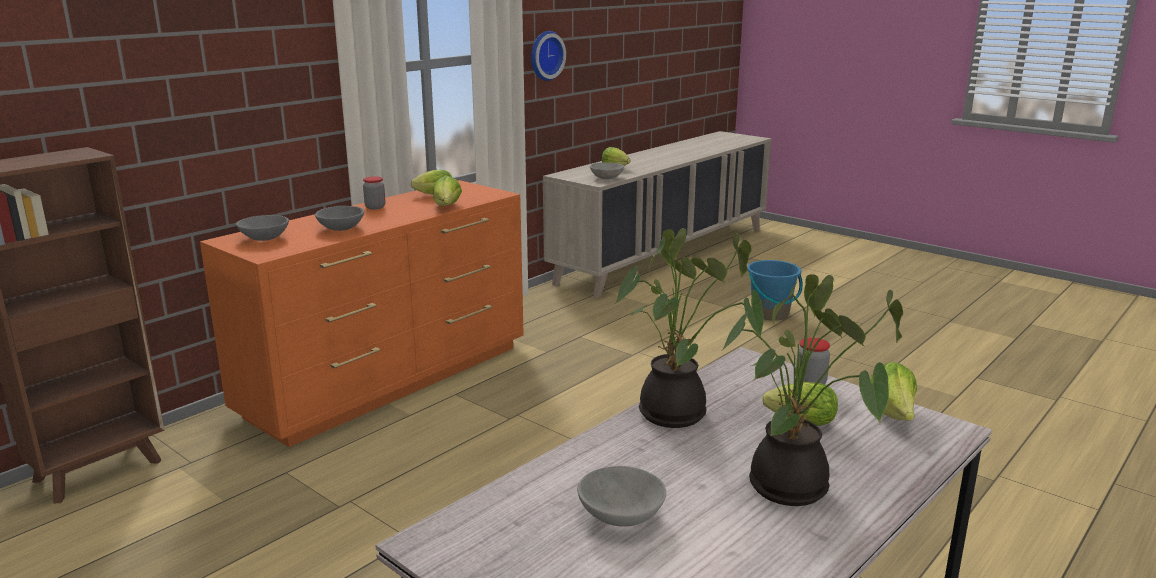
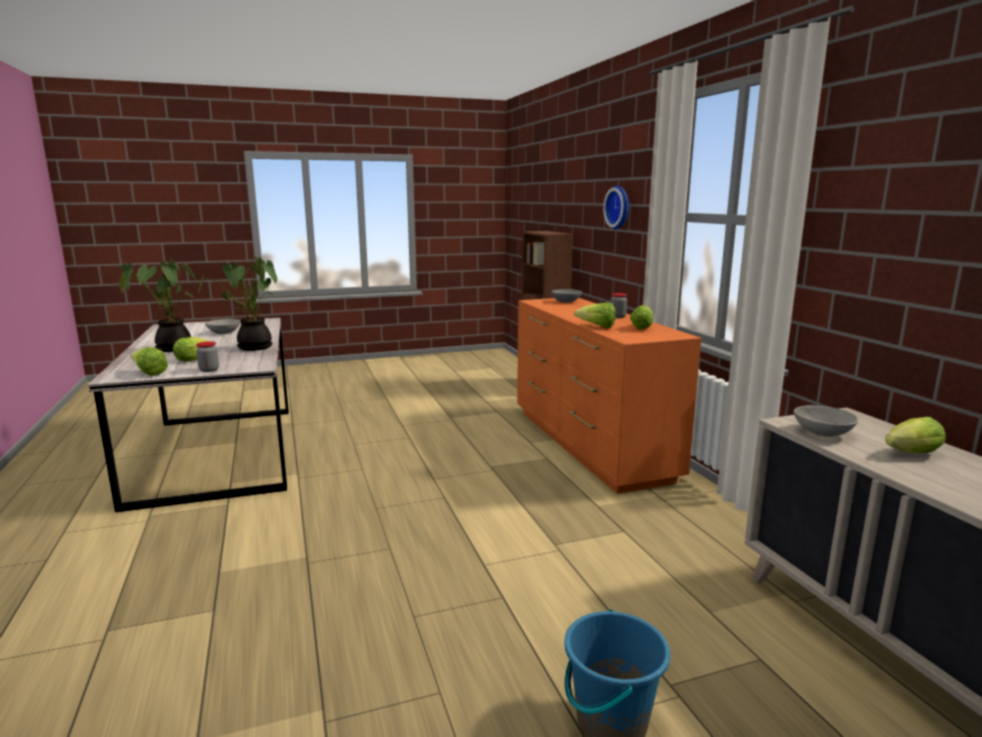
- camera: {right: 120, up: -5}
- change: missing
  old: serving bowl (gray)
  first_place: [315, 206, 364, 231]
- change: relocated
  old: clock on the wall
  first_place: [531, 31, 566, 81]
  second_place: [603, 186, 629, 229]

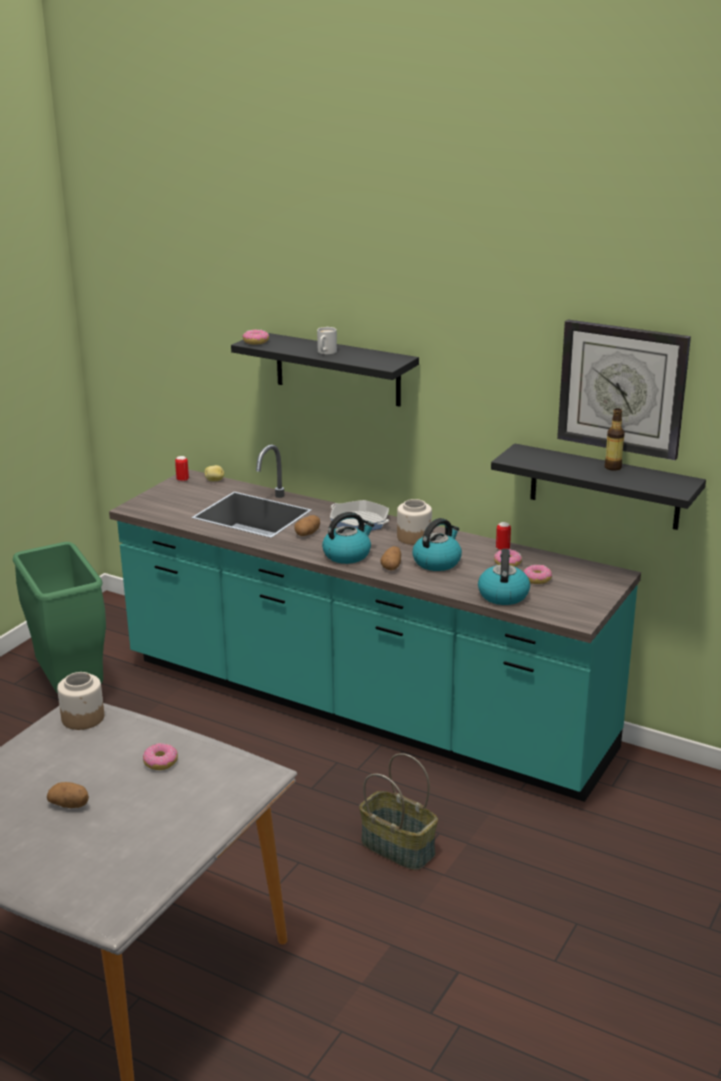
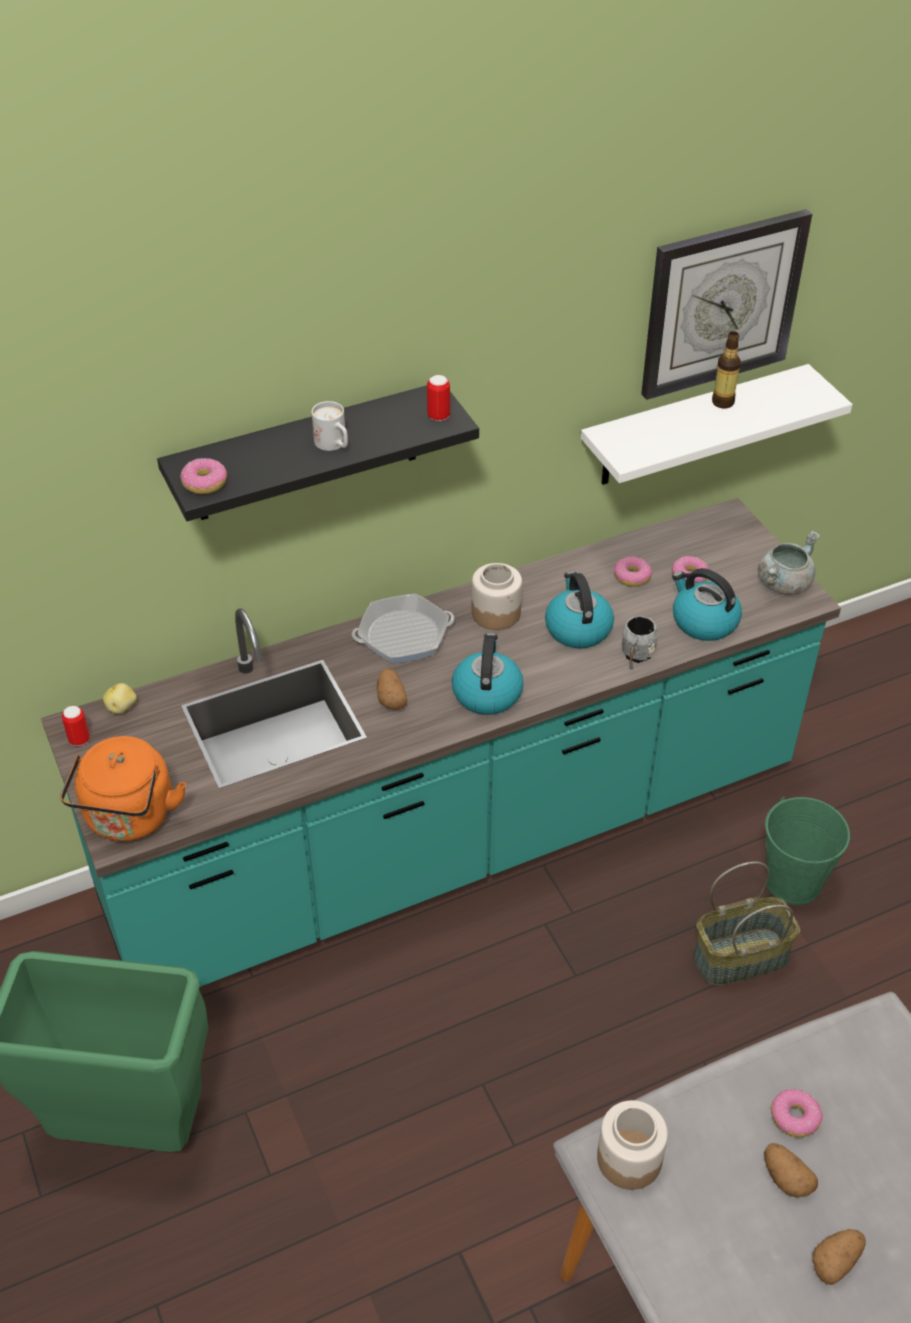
- camera: {right: -55, up: 20}
- change: relocated
  old: whole potato
  first_place: [381, 546, 401, 570]
  second_place: [764, 1143, 818, 1197]
- change: colour
  old: bracket shelf (blackish)
  new: bracket shelf (white-coloured)
  first_place: [491, 443, 706, 530]
  second_place: [581, 364, 853, 485]
- change: relocated
  old: metal can
  first_place: [496, 522, 511, 550]
  second_place: [427, 375, 450, 421]
- change: appeared
  new: tea kettle (orangey)
  second_place: [60, 736, 186, 841]
- change: appeared
  new: tea mug (gray)
  second_place: [621, 616, 658, 670]
- change: appeared
  new: saucepot (gray)
  second_place: [758, 530, 820, 596]
- change: appeared
  new: pail (green-coloured)
  second_place: [765, 797, 850, 905]

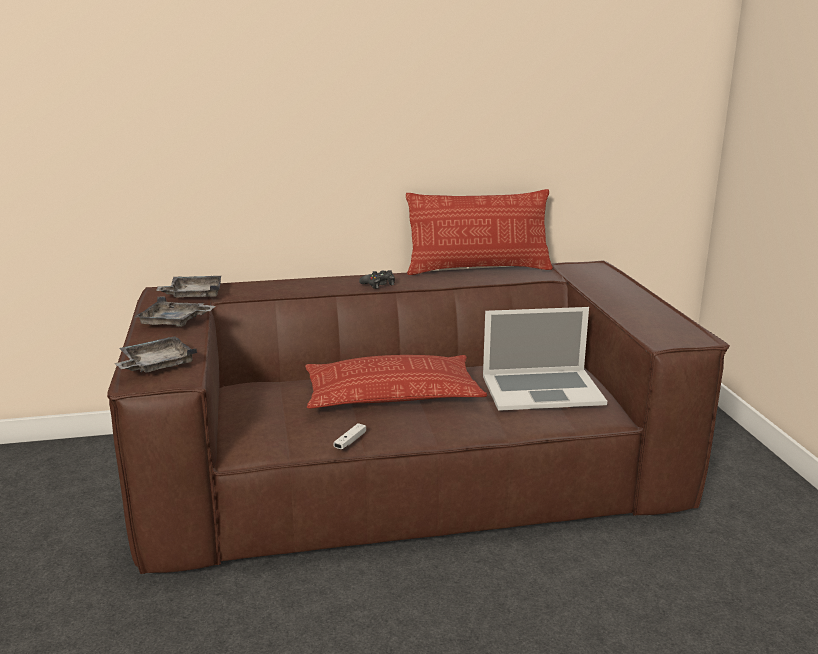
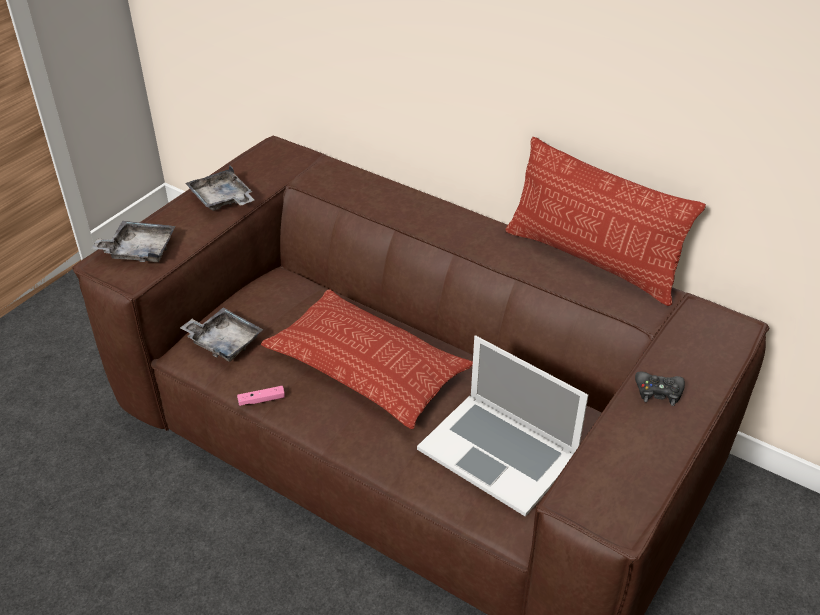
- camera: {right: 45, up: 20}
- change: relocated
  old: carrying tray (gray)
  first_place: [156, 276, 221, 297]
  second_place: [180, 308, 263, 362]
- change: colour
  old: game controller (white-coloured)
  new: game controller (pink)
  first_place: [334, 423, 366, 449]
  second_place: [237, 386, 285, 406]
- change: relocated
  old: game controller (blackish)
  first_place: [359, 270, 395, 289]
  second_place: [635, 372, 685, 406]

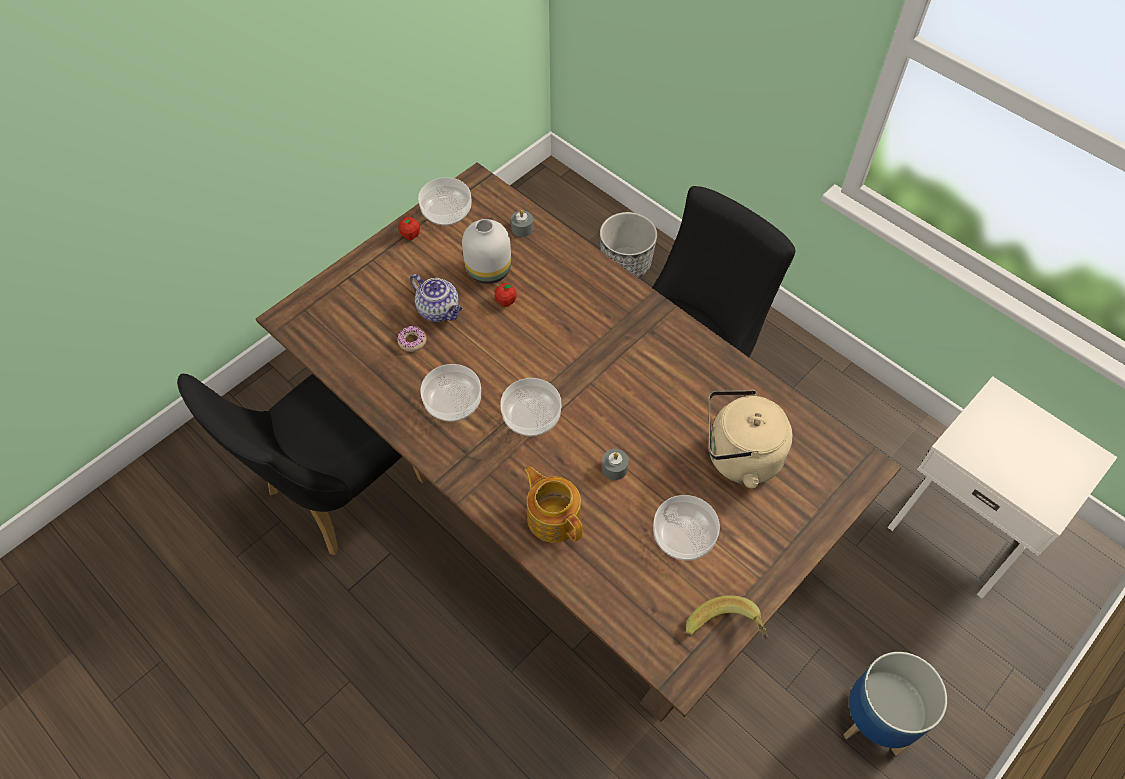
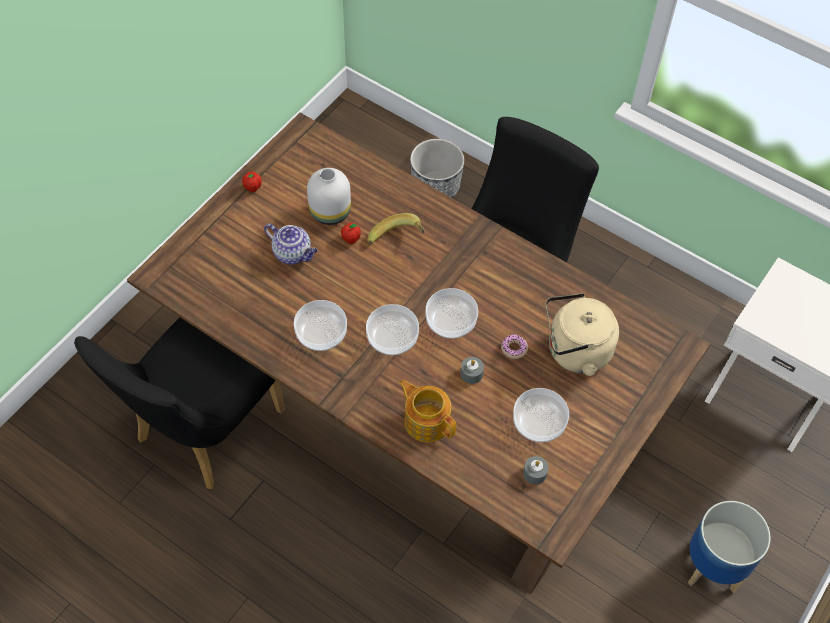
- camera: {right: -10, up: 0}
- change: relocated
  old: ring doughnut
  first_place: [397, 326, 427, 352]
  second_place: [501, 334, 528, 359]
- change: relocated
  old: serving bowl
  first_place: [418, 177, 471, 225]
  second_place: [426, 288, 478, 339]
- change: relocated
  old: wax candle (gray)
  first_place: [511, 210, 533, 237]
  second_place: [523, 456, 549, 485]
- change: relocated
  old: banana fruit
  first_place: [686, 595, 768, 640]
  second_place: [368, 213, 425, 244]

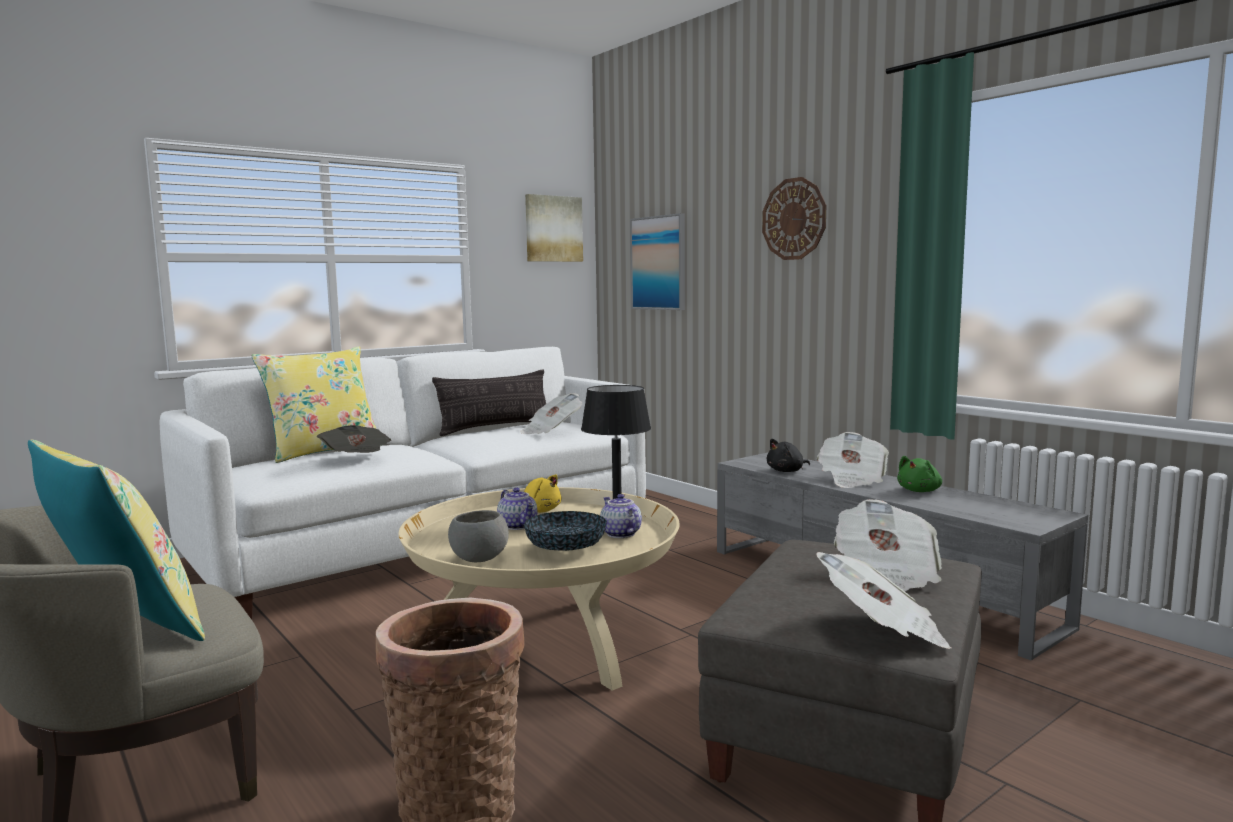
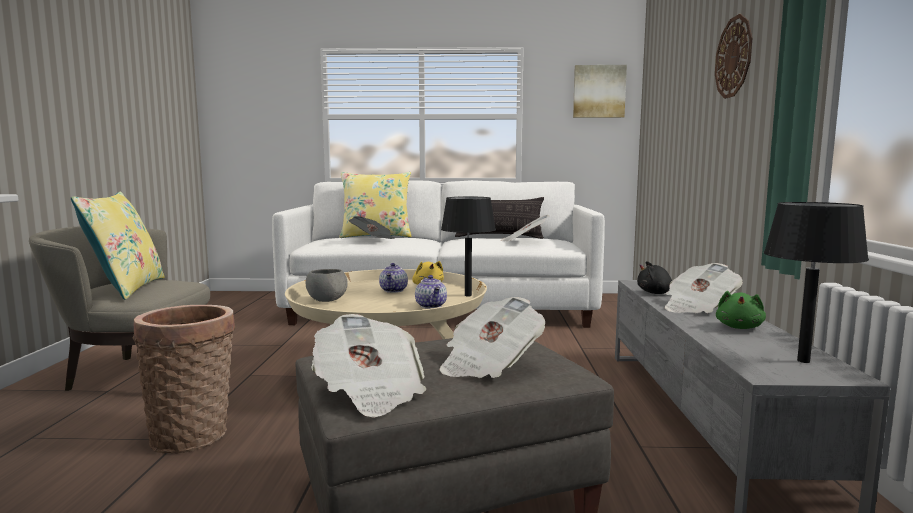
- camera: {right: 40, up: 0}
- change: missing
  old: serving bowl
  first_place: [524, 511, 607, 551]
- change: spun
  old: teapot
  first_place: [600, 494, 642, 538]
  second_place: [415, 275, 447, 309]
  degrees: 150
- change: missing
  old: wall picture
  first_place: [630, 213, 685, 310]
- change: spun
  old: soft toy (green-coloured)
  first_place: [897, 456, 942, 492]
  second_place: [716, 291, 766, 329]
  degrees: -60
- change: appeared
  new: table lamp (blackish)
  second_place: [764, 202, 869, 363]

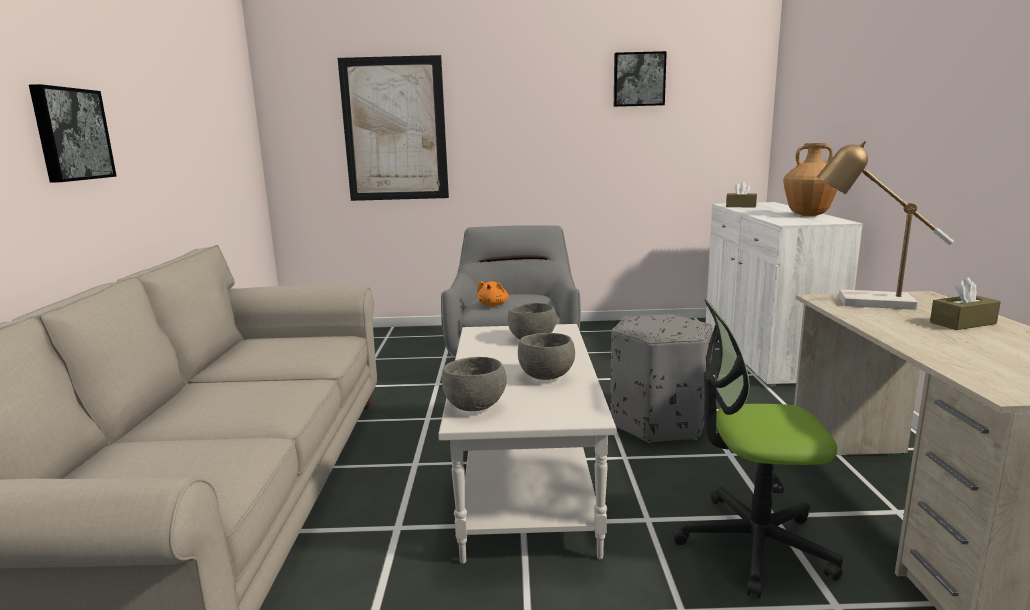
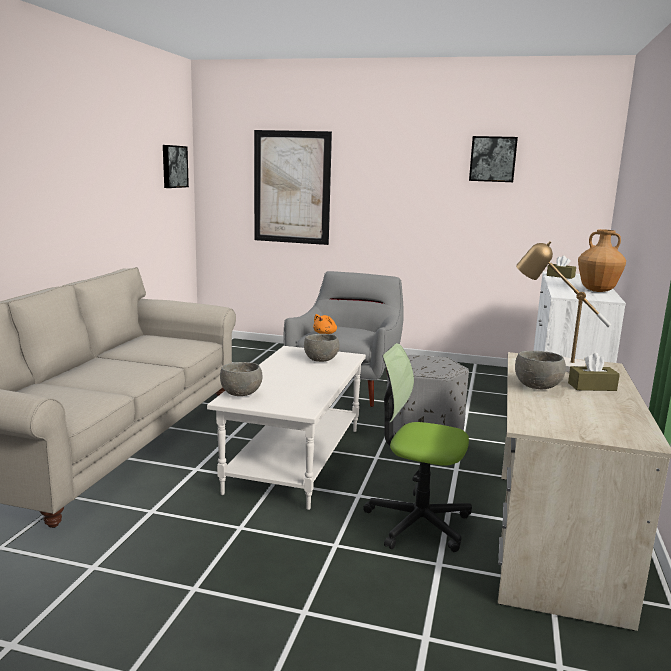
- camera: {right: 15, up: 0}
- change: relocated
  old: wall picture
  first_place: [29, 84, 117, 183]
  second_place: [163, 145, 189, 188]
- change: relocated
  old: serving bowl (gray)
  first_place: [518, 333, 575, 380]
  second_place: [515, 351, 566, 389]

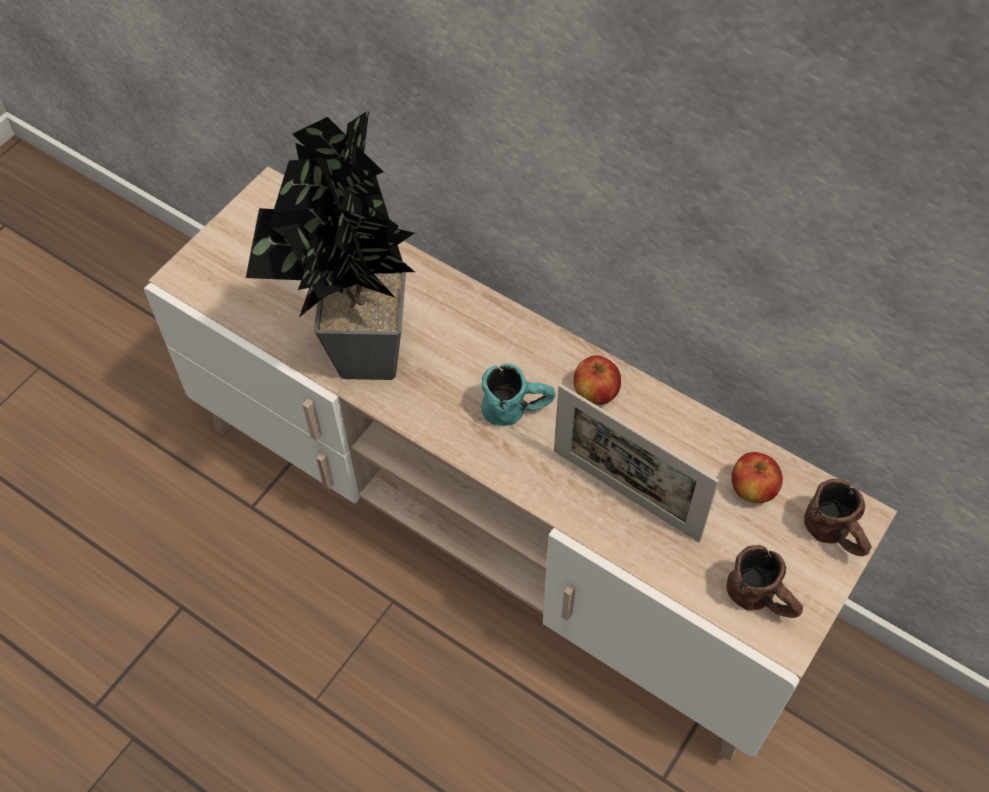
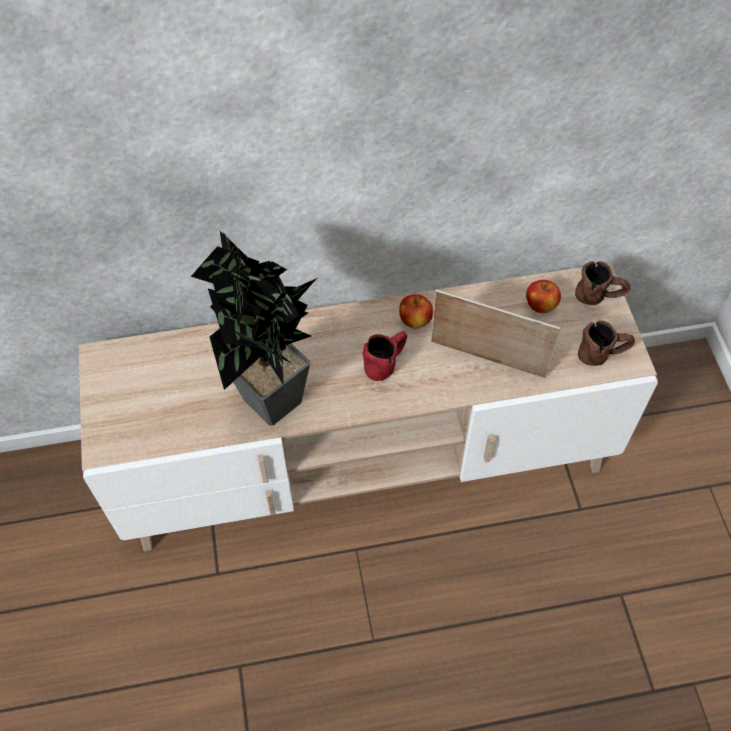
- camera: {right: -45, up: 0}
- change: colour
  old: tea mug (turquoise)
  new: tea mug (red-coloured)
  first_place: [481, 363, 555, 426]
  second_place: [362, 331, 407, 381]
- change: spun
  old: picture frame
  first_place: [554, 384, 719, 542]
  second_place: [431, 289, 561, 378]
  degrees: -150

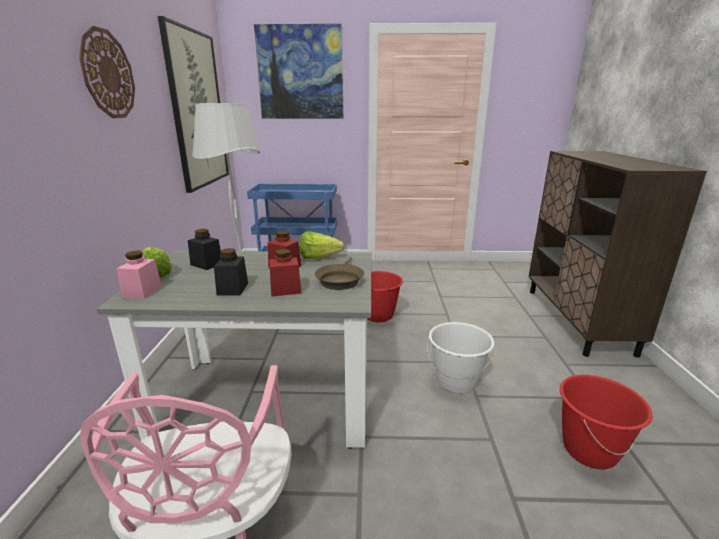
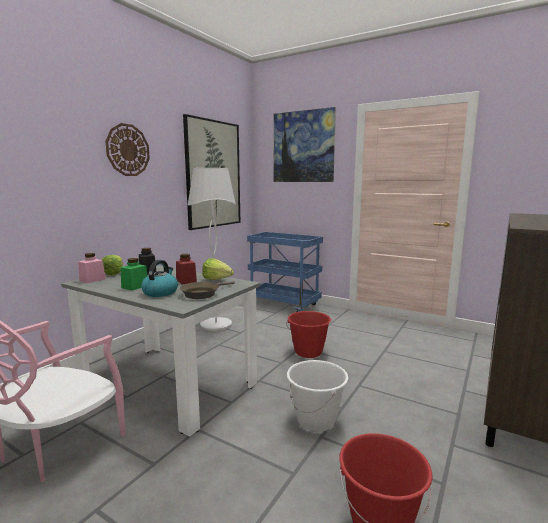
- camera: {right: 30, up: -10}
- change: colour
  old: jar (blackish)
  new: jar (green-coloured)
  first_place: [214, 248, 248, 296]
  second_place: [121, 258, 147, 290]
- change: exchanged
  old: jar (red-coloured)
  new: tea kettle
  first_place: [269, 249, 302, 297]
  second_place: [141, 260, 178, 297]

